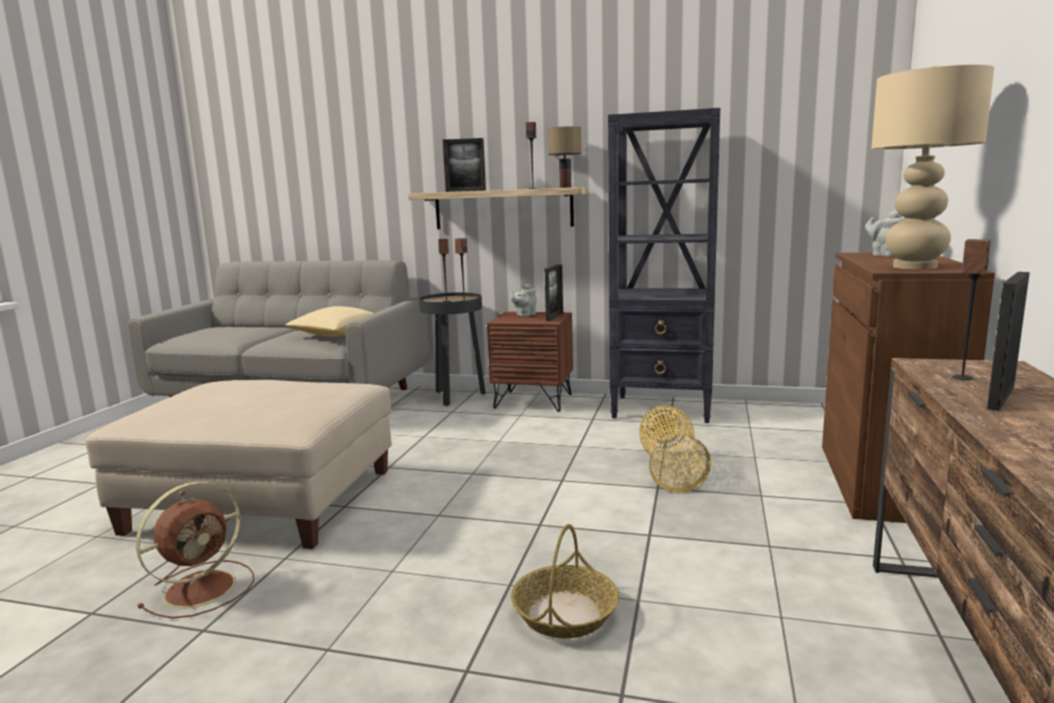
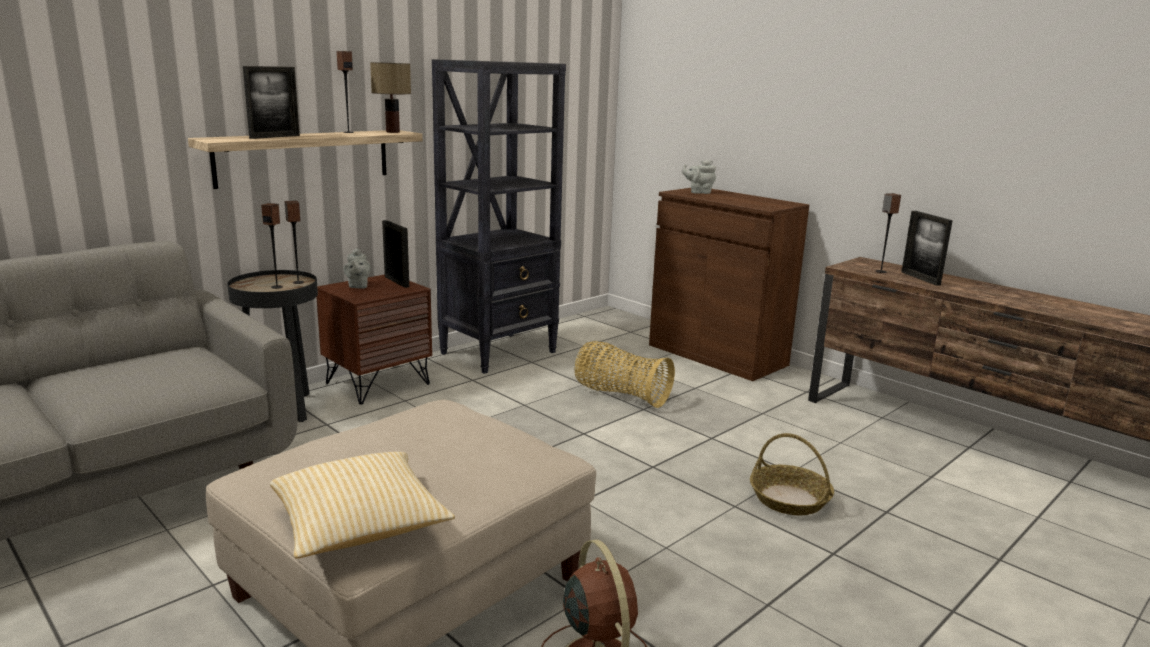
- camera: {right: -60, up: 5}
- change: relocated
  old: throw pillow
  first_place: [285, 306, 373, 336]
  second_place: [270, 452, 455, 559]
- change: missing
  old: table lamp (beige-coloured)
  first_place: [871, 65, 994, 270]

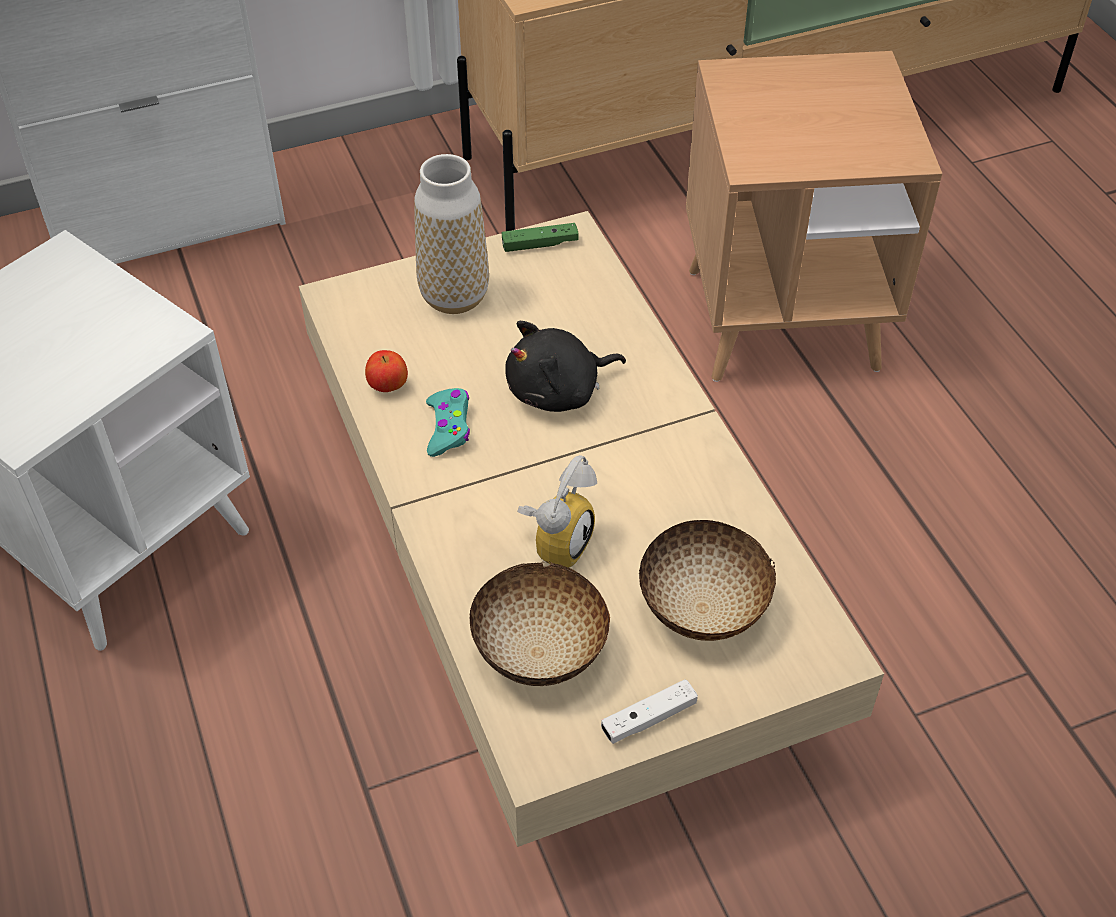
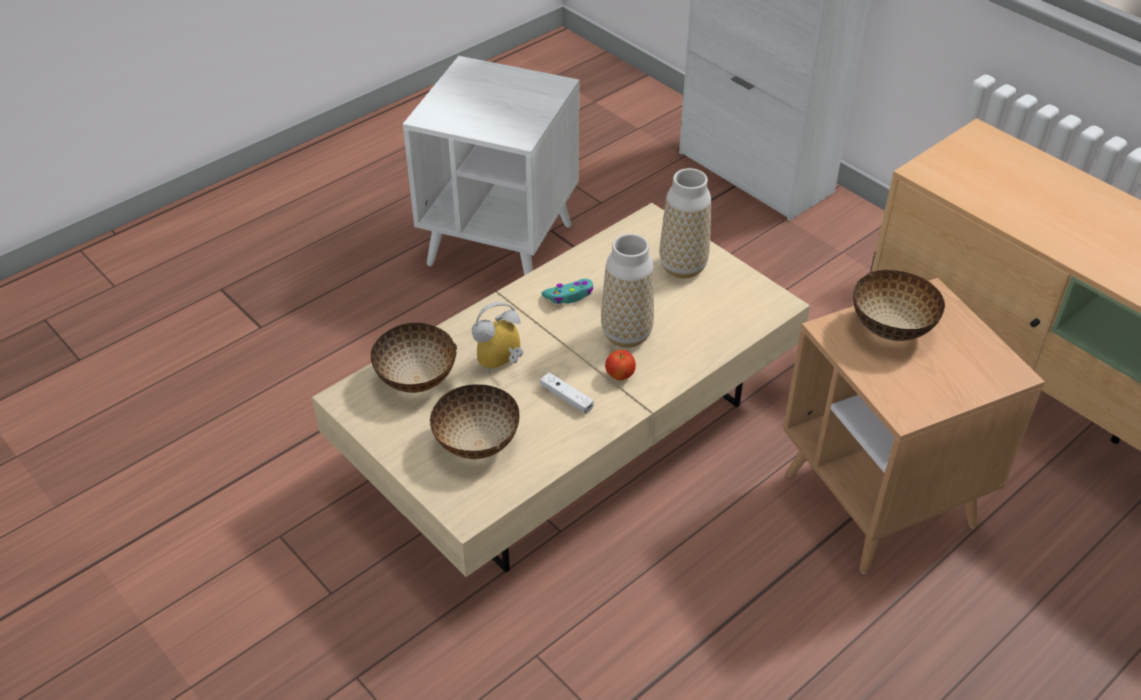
- camera: {right: 70, up: -5}
- change: relocated
  old: apple
  first_place: [365, 350, 408, 392]
  second_place: [605, 350, 636, 380]
- change: missing
  old: game controller (green-coloured)
  first_place: [502, 223, 579, 252]
- change: exchanged
  old: soft toy (blackish)
  new: vase
  first_place: [505, 321, 626, 412]
  second_place: [601, 234, 654, 348]
- change: spun
  old: table clock
  first_place: [517, 455, 597, 568]
  second_place: [472, 302, 523, 374]
  degrees: 135
- change: relocated
  old: game controller (white-coloured)
  first_place: [601, 679, 698, 744]
  second_place: [540, 372, 594, 414]
- change: appeared
  new: serving bowl
  second_place: [853, 270, 945, 341]

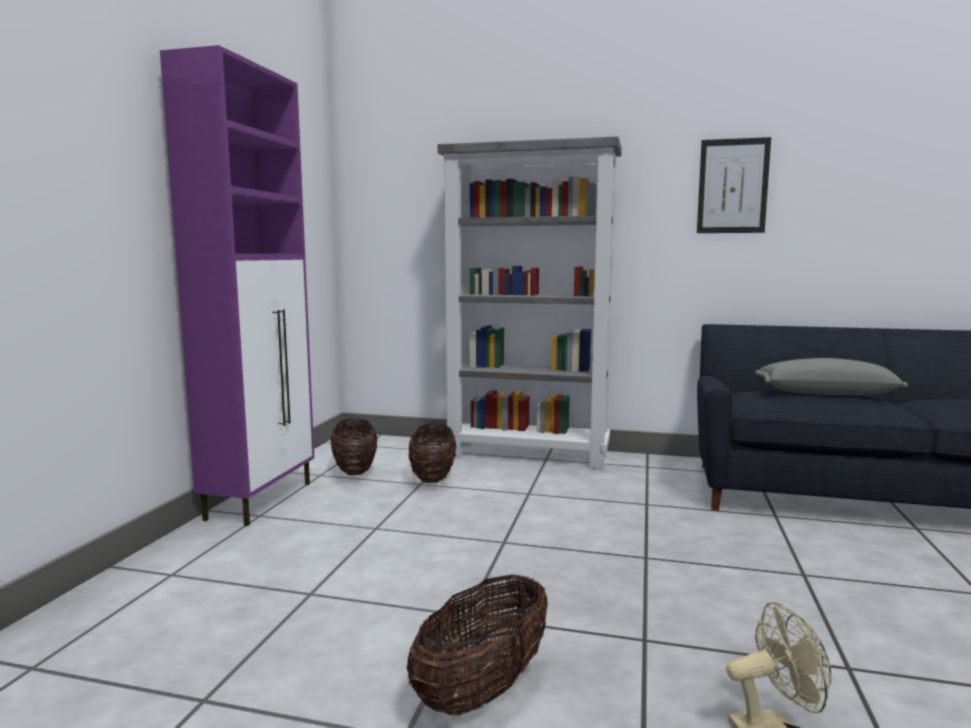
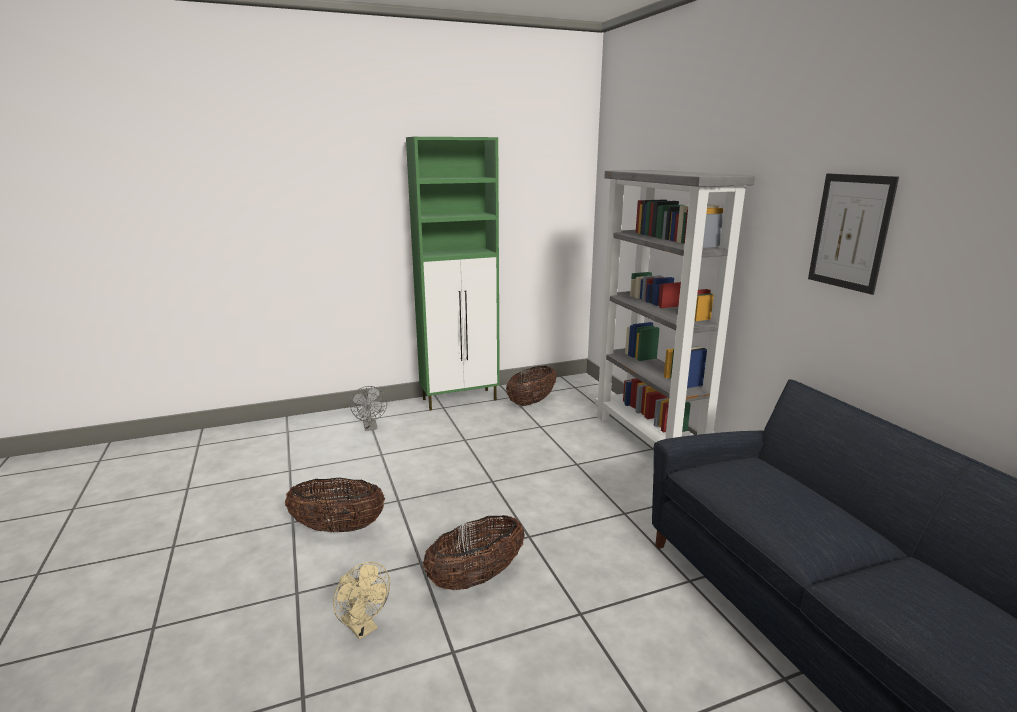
- camera: {right: 55, up: 10}
- change: colour
  old: cupboard (purple-coloured)
  new: cupboard (green-coloured)
  first_place: [160, 45, 314, 526]
  second_place: [406, 137, 500, 410]
- change: relocated
  old: household basket
  first_place: [408, 424, 457, 483]
  second_place: [423, 515, 525, 590]
- change: missing
  old: throw pillow (gray)
  first_place: [755, 358, 908, 395]
- change: appeared
  new: electric fan (gray)
  second_place: [350, 386, 387, 431]

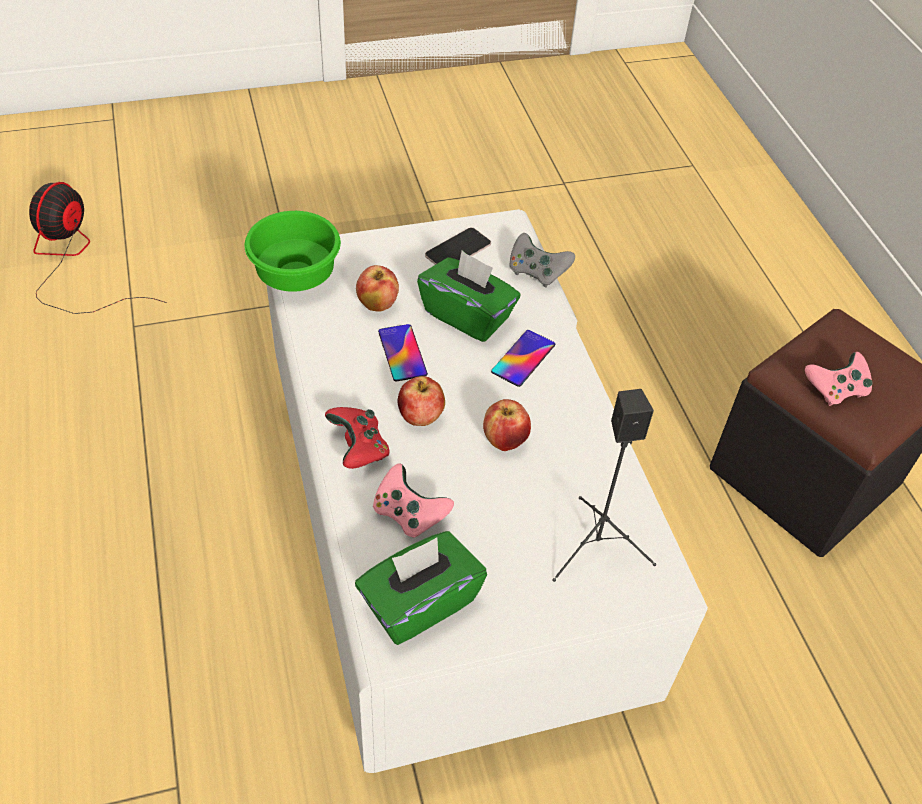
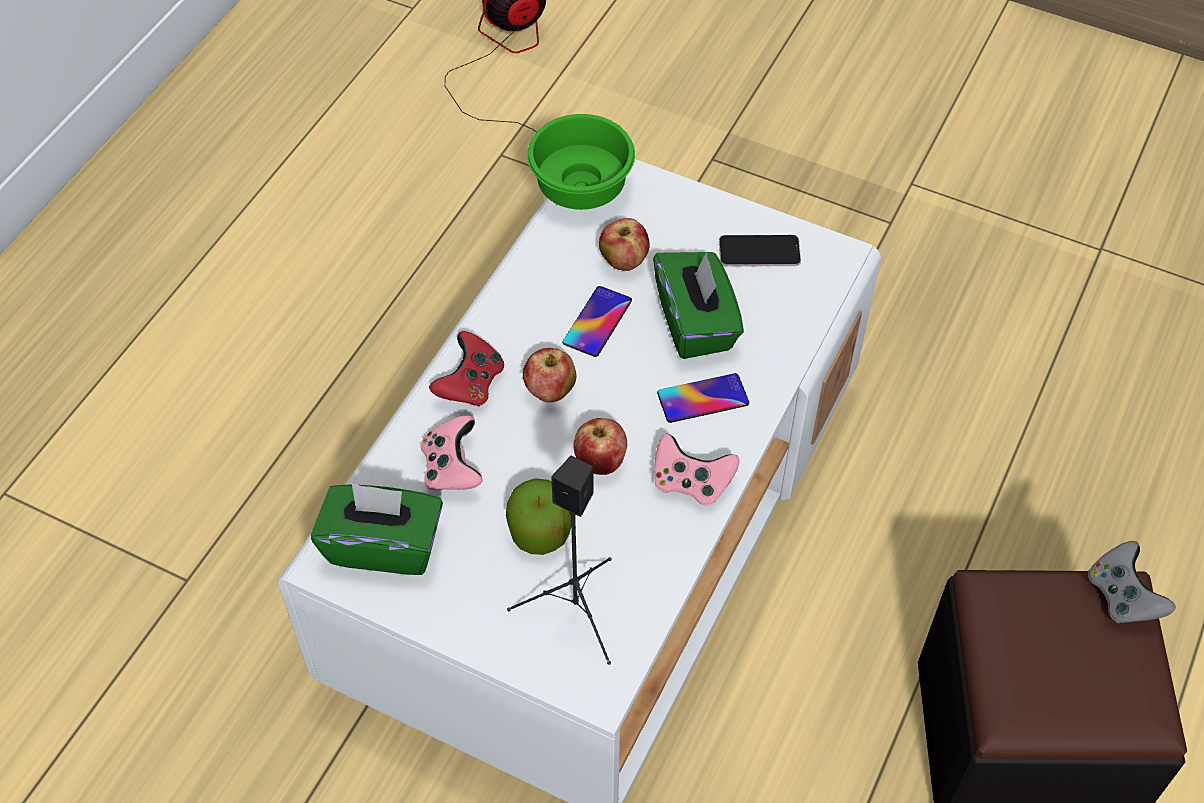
- camera: {right: 45, up: 5}
- change: relocated
  old: game controller (gray)
  first_place: [509, 233, 575, 288]
  second_place: [1088, 541, 1176, 623]
- change: relocated
  old: game controller (pink)
  first_place: [805, 352, 872, 406]
  second_place: [654, 433, 739, 506]
- change: appeared
  new: apple
  second_place: [506, 478, 571, 555]

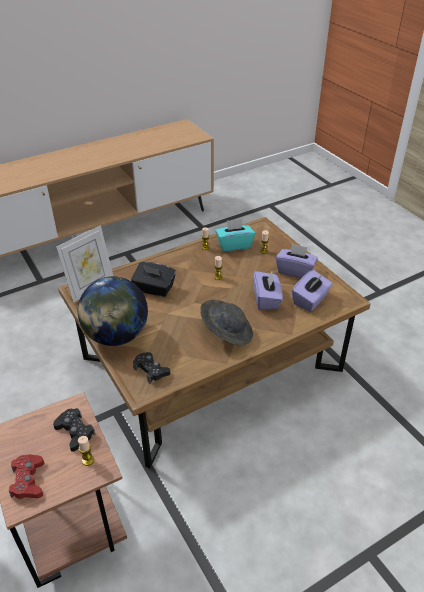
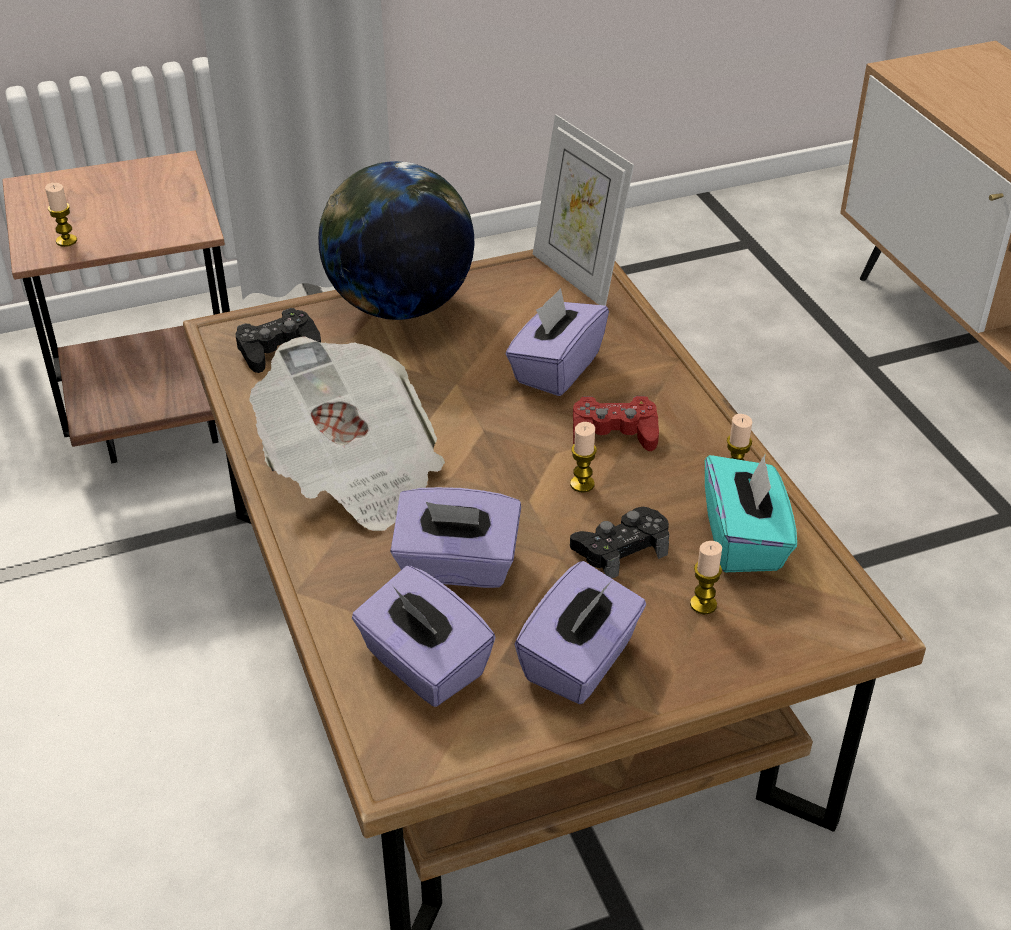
- camera: {right: 100, up: 0}
- change: relocated
  old: game controller (red-coloured)
  first_place: [9, 454, 44, 499]
  second_place: [573, 396, 659, 451]
- change: relocated
  old: game controller (blackish)
  first_place: [53, 408, 95, 452]
  second_place: [570, 507, 669, 578]
- change: colour
  old: box of tissues (blackish)
  new: box of tissues (purple-coloured)
  first_place: [131, 262, 176, 297]
  second_place: [506, 288, 609, 396]
- change: exchanged
  old: hat (gray)
  new: daily paper
  first_place: [200, 300, 253, 346]
  second_place: [249, 336, 445, 531]

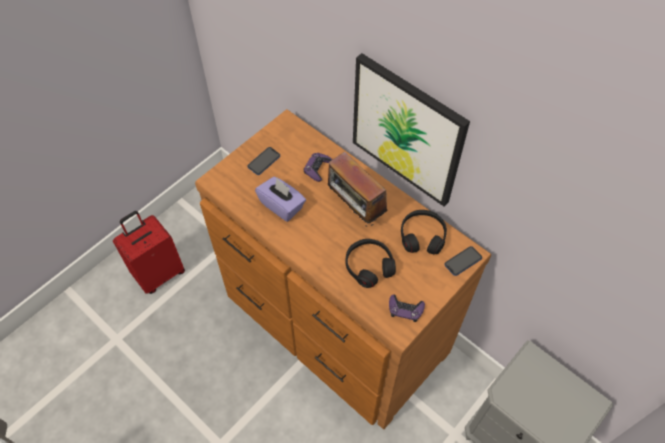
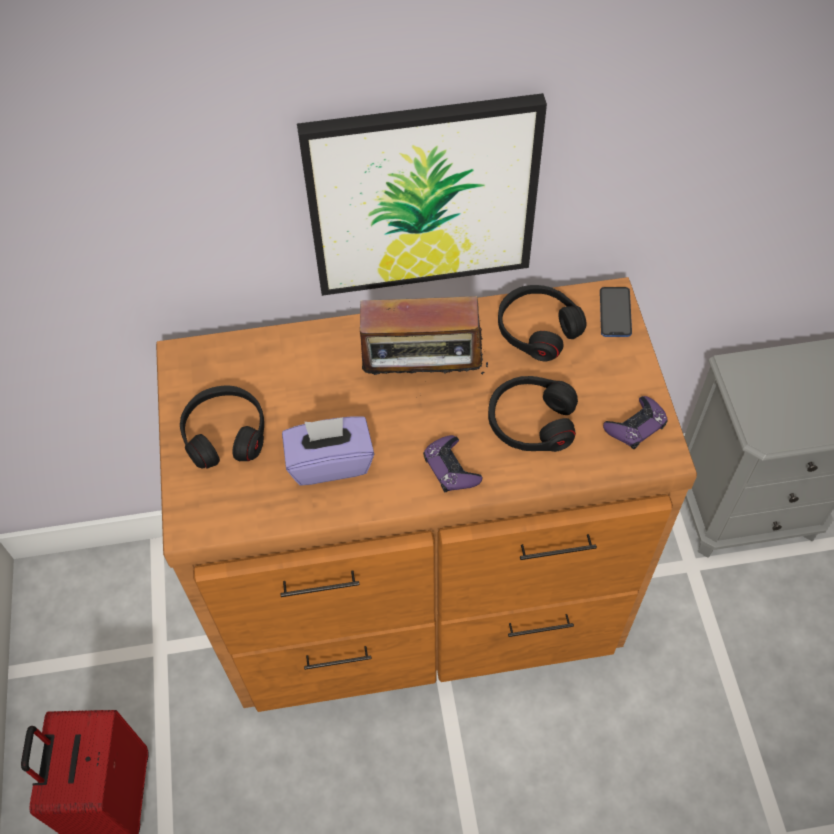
- camera: {right: -50, up: 0}
- change: exchanged
  old: telephone
  new: pair of headphones (blackish)
  first_place: [247, 147, 280, 175]
  second_place: [180, 385, 264, 469]
- change: relocated
  old: game controller (purple-coloured)
  first_place: [304, 153, 332, 182]
  second_place: [423, 435, 482, 492]

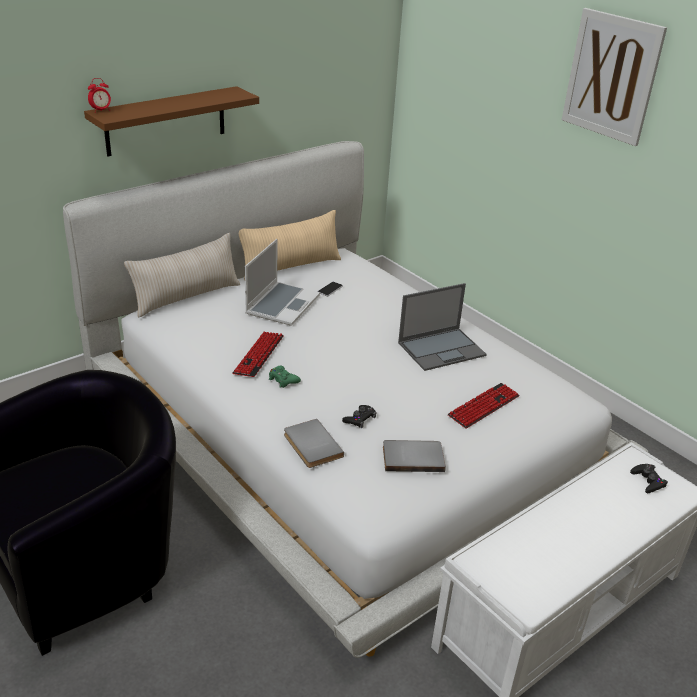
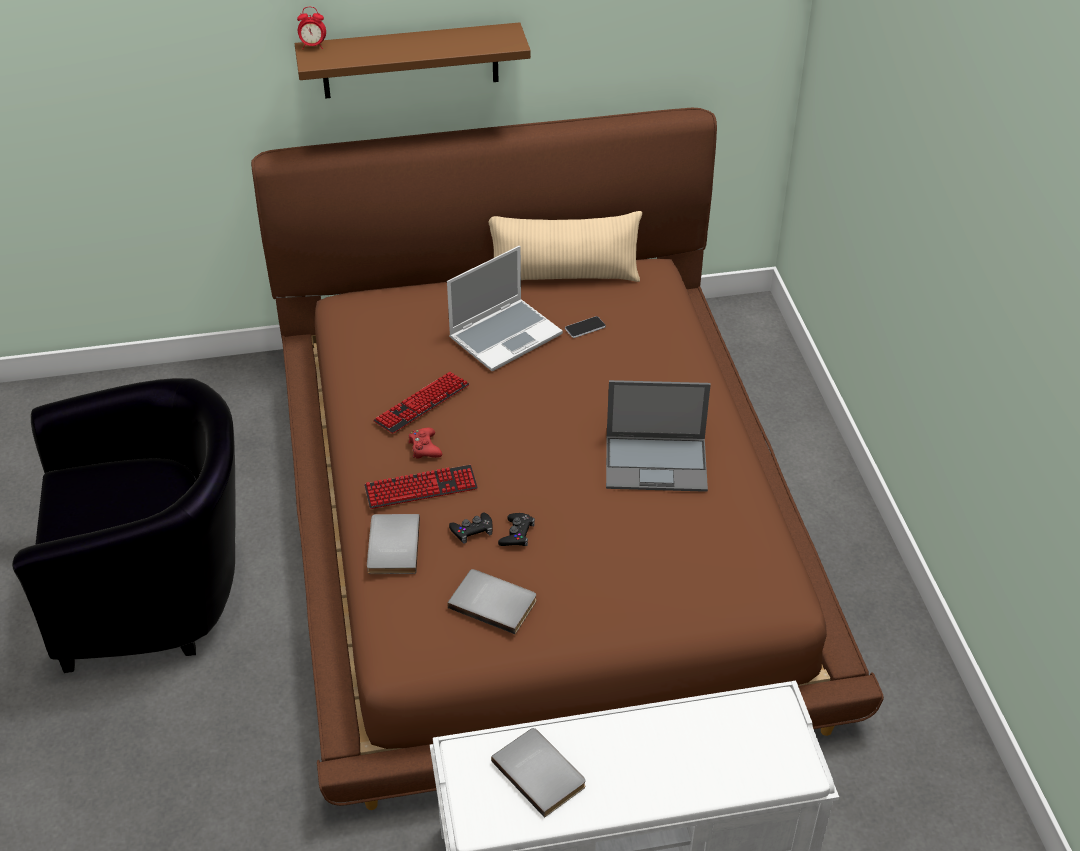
- camera: {right: 30, up: 10}
- change: colour
  old: bed (white-coloured)
  new: bed (brown-coloured)
  first_place: [63, 141, 649, 658]
  second_place: [251, 108, 884, 810]
- change: missing
  old: throw pillow (beige-coloured)
  first_place: [124, 233, 240, 317]
- change: colour
  old: game controller (green-coloured)
  new: game controller (red-coloured)
  first_place: [269, 365, 301, 388]
  second_place: [408, 428, 442, 459]
- change: relocated
  old: PC keyboard
  first_place: [448, 383, 519, 429]
  second_place: [364, 465, 478, 509]
- change: missing
  old: wall picture
  first_place: [562, 8, 667, 146]
- change: relocated
  old: game controller (blackish)
  first_place: [630, 464, 668, 493]
  second_place: [498, 513, 535, 546]
- change: appeared
  new: volume (gray)
  second_place: [491, 728, 586, 818]

